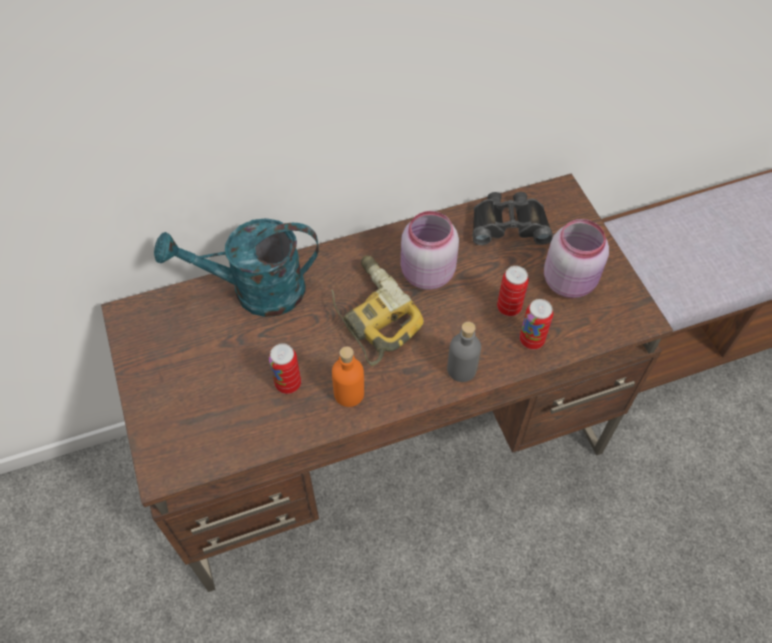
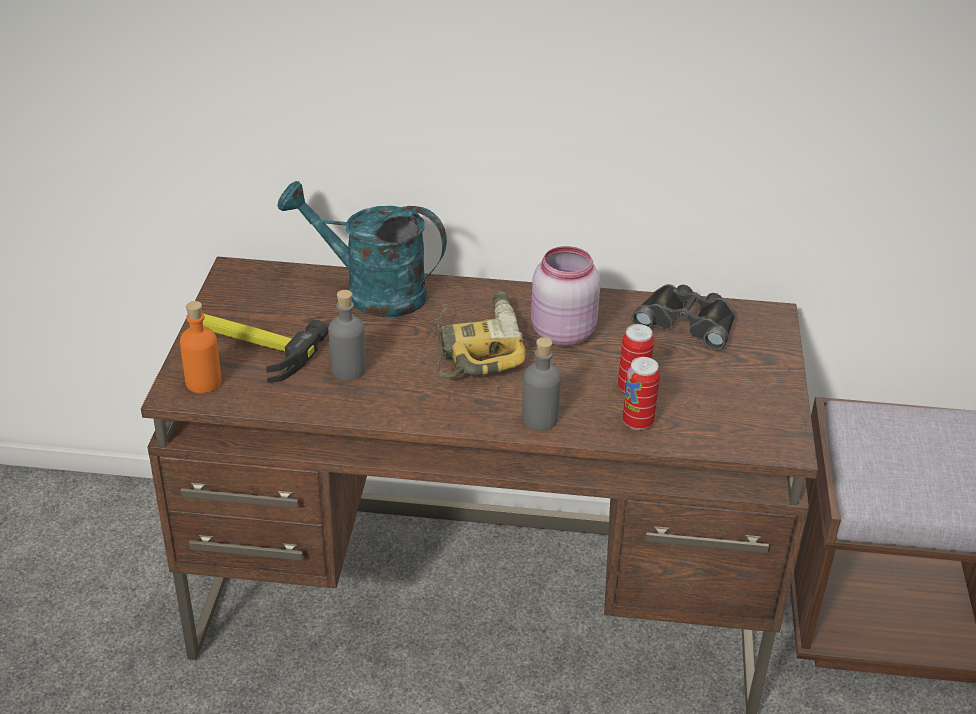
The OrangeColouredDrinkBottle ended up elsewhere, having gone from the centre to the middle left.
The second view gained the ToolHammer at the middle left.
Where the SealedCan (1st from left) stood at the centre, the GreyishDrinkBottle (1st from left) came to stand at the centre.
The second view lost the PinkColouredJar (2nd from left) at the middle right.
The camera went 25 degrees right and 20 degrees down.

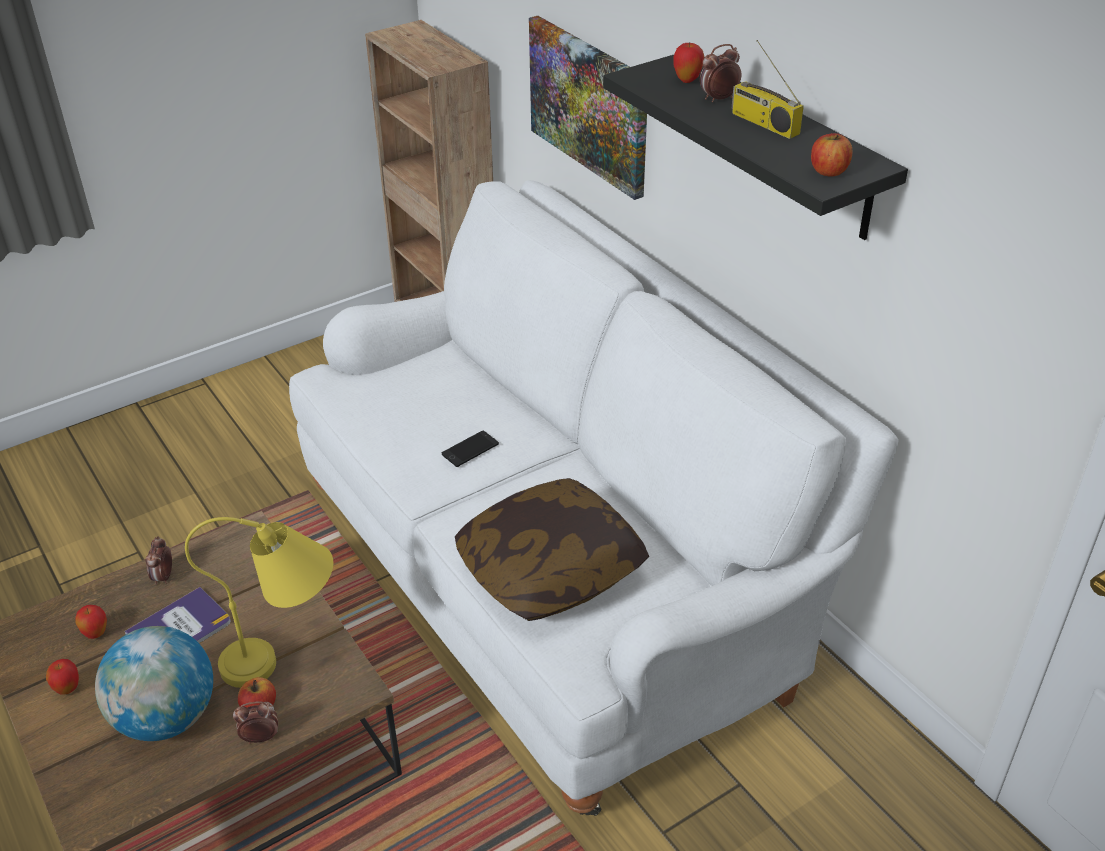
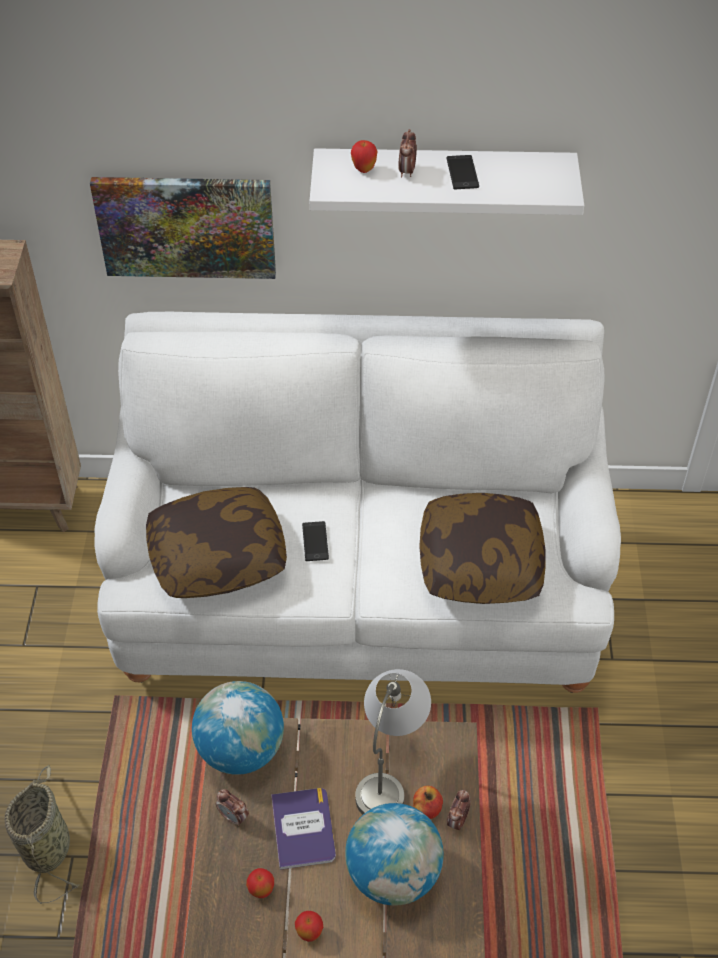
The second view gained the HouseholdBasket at the bottom left.
The second view gained the ThrowPillow (1st from left) at the middle left.
The second view gained the Globe (1st from left) at the bottom left.
What was the BlackWallShelf at the top right turned into the WhiteWallShelf at the top centre.
What was the YellowTableLamp at the bottom left turned into the GreyishTableLamp at the bottom centre.
Where the RadioSet stood at the top right, the Phone (2nd from left) came to stand at the top centre.
The second view lost the AppleFruit (5th from left) at the top right.
The camera went 55 degrees left and 10 degrees up.

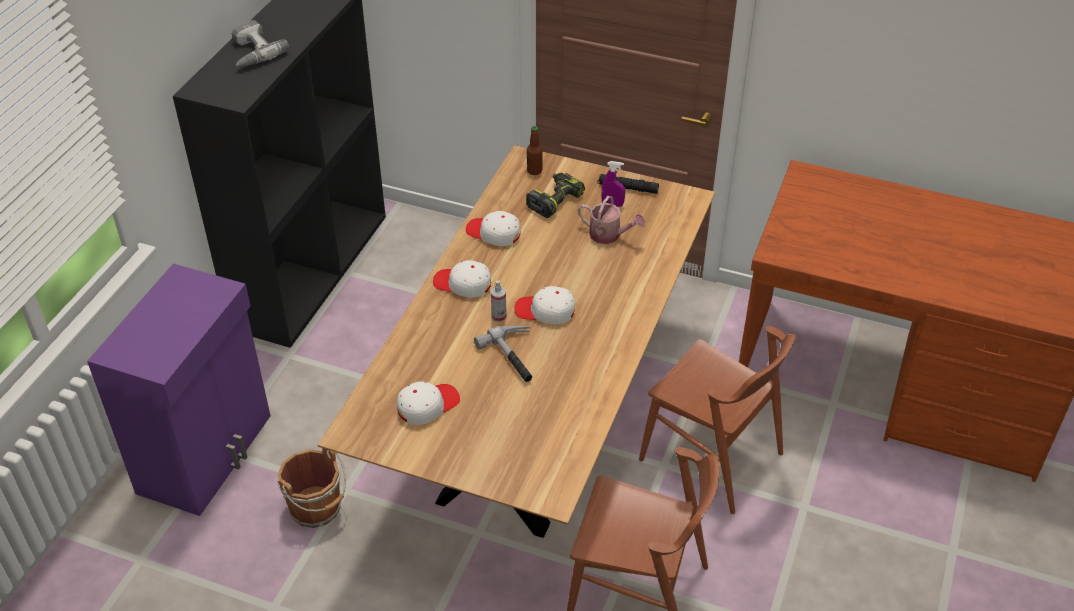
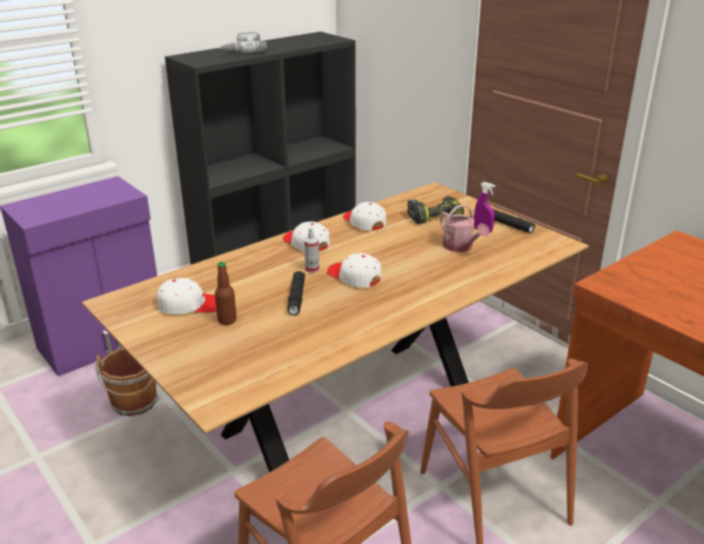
The DrinkBottle ended up elsewhere, having gone from the top centre to the middle left.
Where the ToolHammer stood at the centre, the BlackTorch (1st from left) came to stand at the centre.
The camera went 30 degrees right and 15 degrees down.

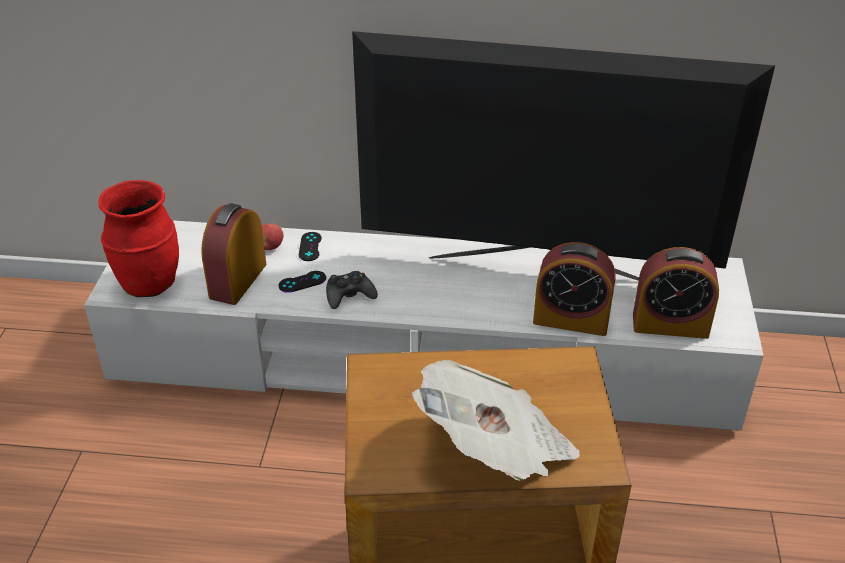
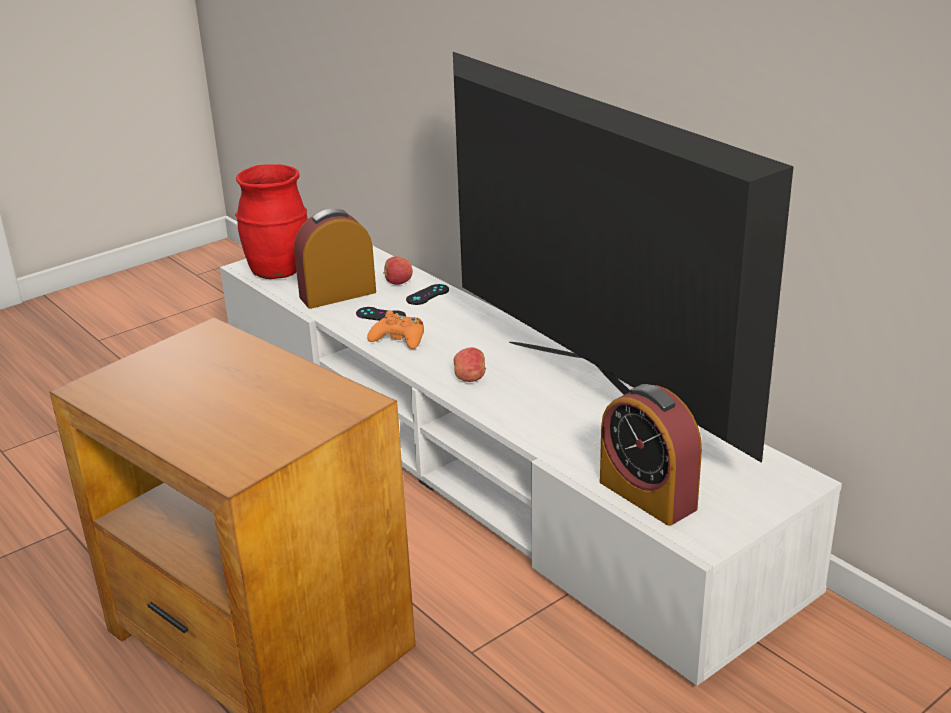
What was the BlackJoypad (3rd from left) at the centre turned into the OrangeColouredJoypad at the centre.
The second view gained the AppleFruit (2nd from left) at the centre.
The second view lost the PrintedPaper at the bottom centre.
The second view lost the AlarmClock (2nd from left) at the middle right.
The camera went 45 degrees right and 10 degrees down.

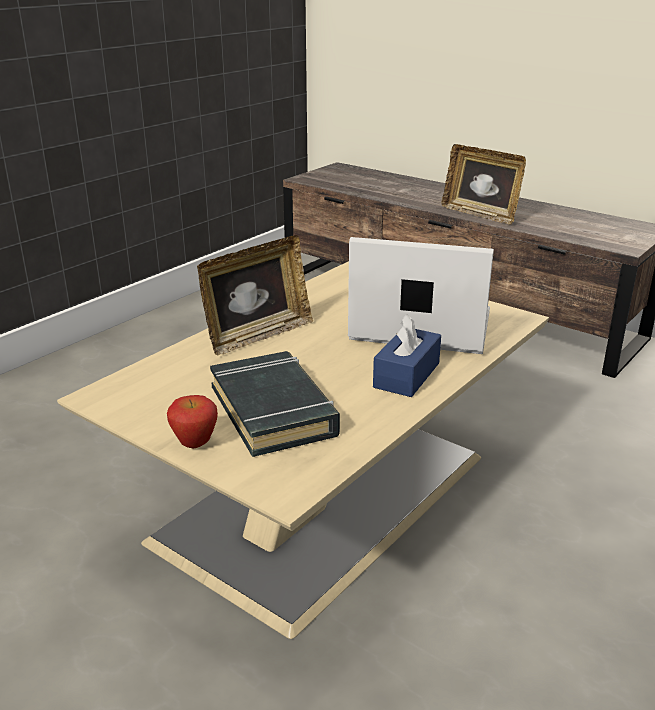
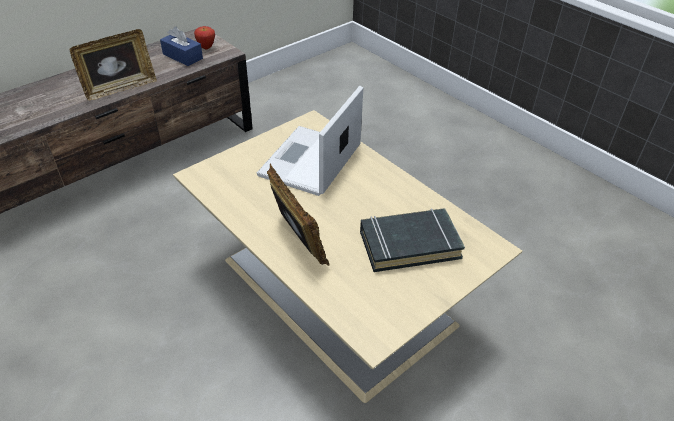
The BlueColouredTissueBox ended up elsewhere, having gone from the centre to the top left.
The AppleFruit ended up elsewhere, having gone from the middle left to the top left.
The camera went 80 degrees left and 15 degrees up.

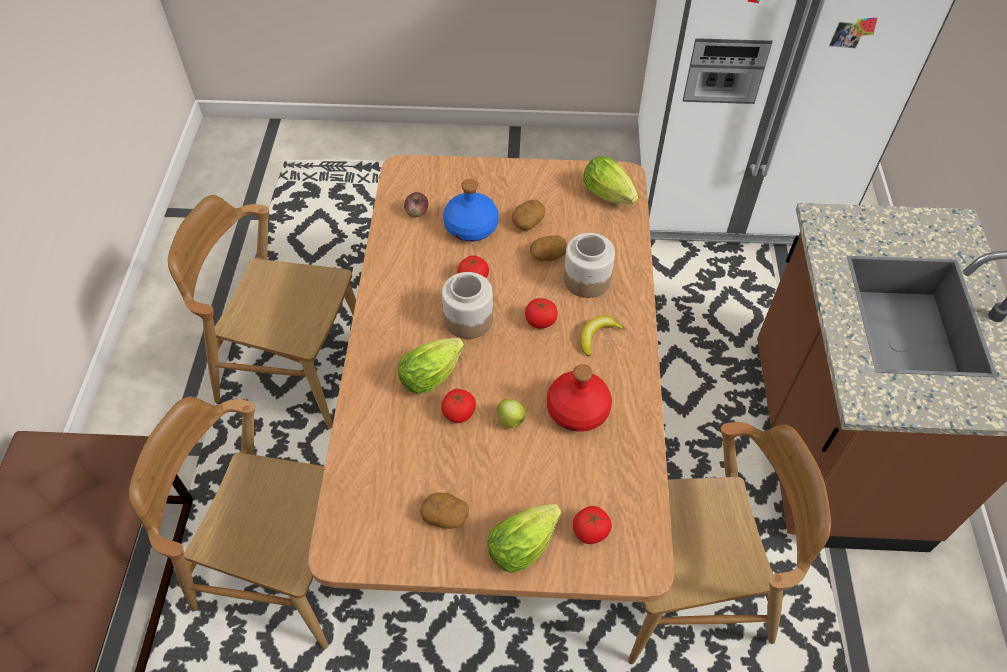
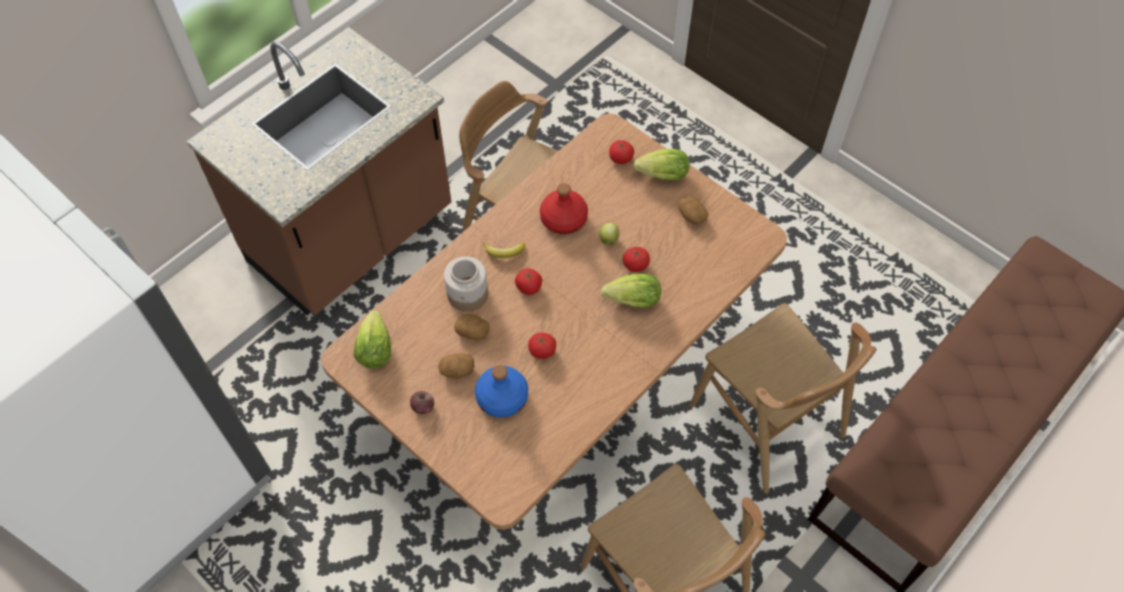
The AppleFruit (1st from left) ended up elsewhere, having gone from the top centre to the bottom centre.
The second view lost the Jar (1st from left) at the centre.
The camera went 140 degrees left and 5 degrees up.

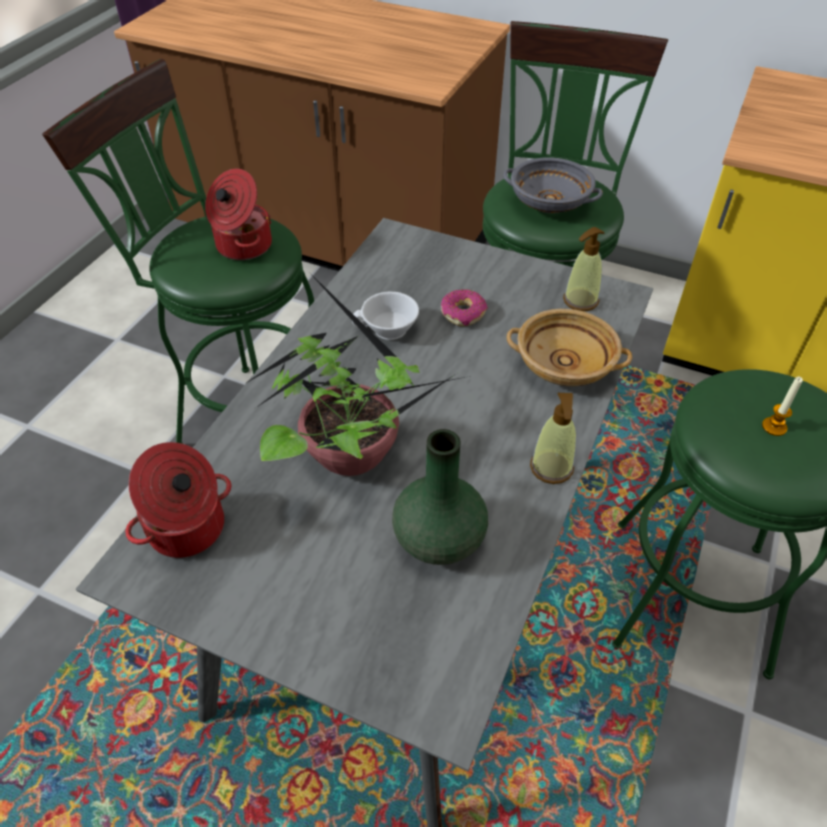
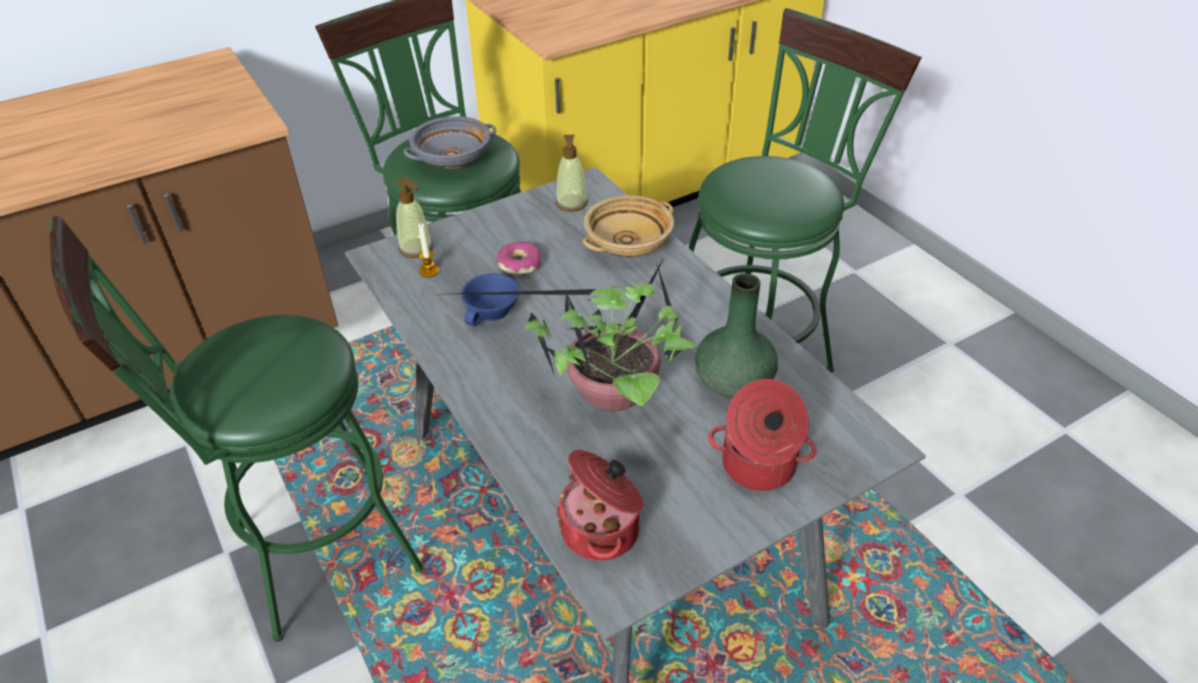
The SoapBottle (1st from left) ended up elsewhere, having gone from the middle right to the top centre.
The Candle ended up elsewhere, having gone from the middle right to the centre.
What was the WhiteDrinkingCup at the centre turned into the BlueColouredDrinkingCup at the centre.
The Stockpot (2nd from left) ended up elsewhere, having gone from the top left to the centre.
The camera went 55 degrees left and 5 degrees down.

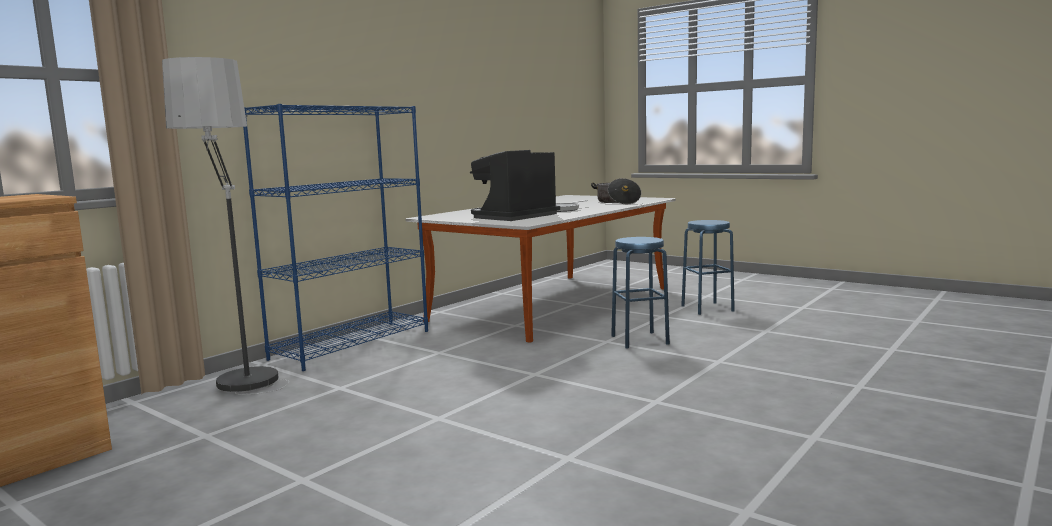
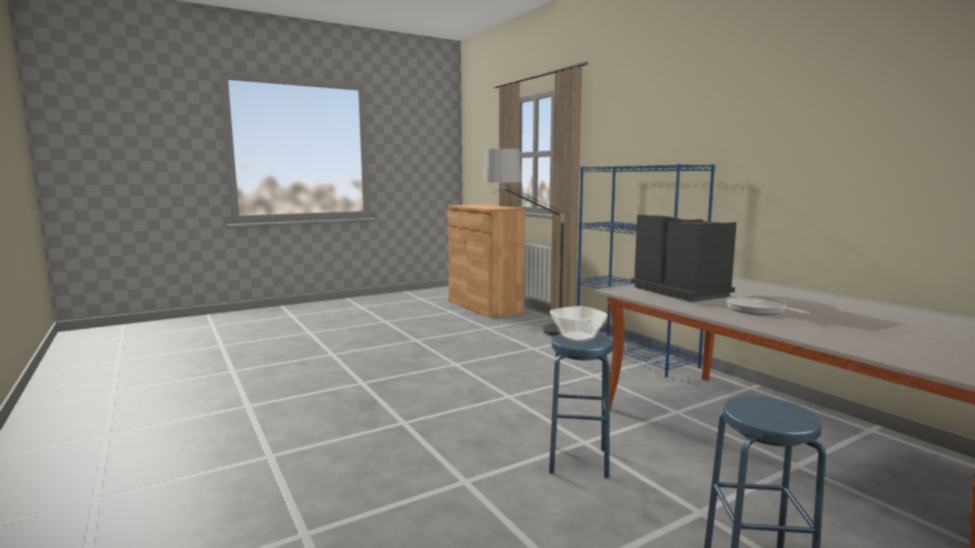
The second view gained the ServingBowl at the centre.
The second view lost the Stockpot at the centre.
The camera went 110 degrees right and 0 degrees up.

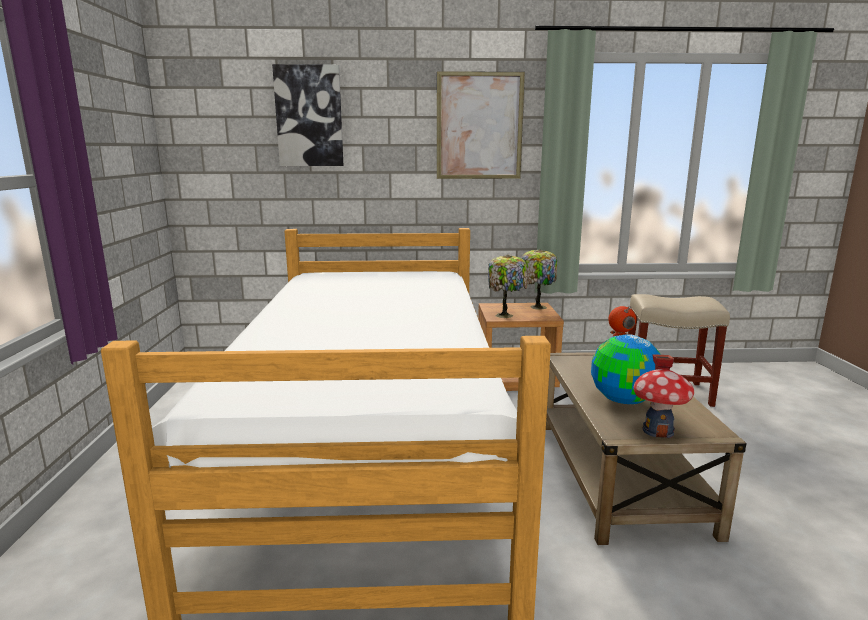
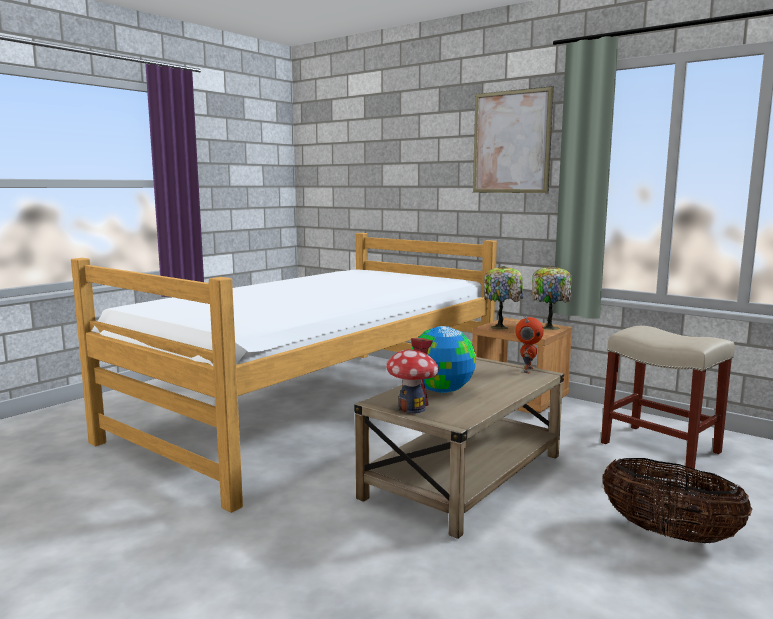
The second view gained the HouseholdBasket at the bottom right.
The second view lost the WallPicture (1st from left) at the top centre.
The camera went 40 degrees right and 5 degrees down.

